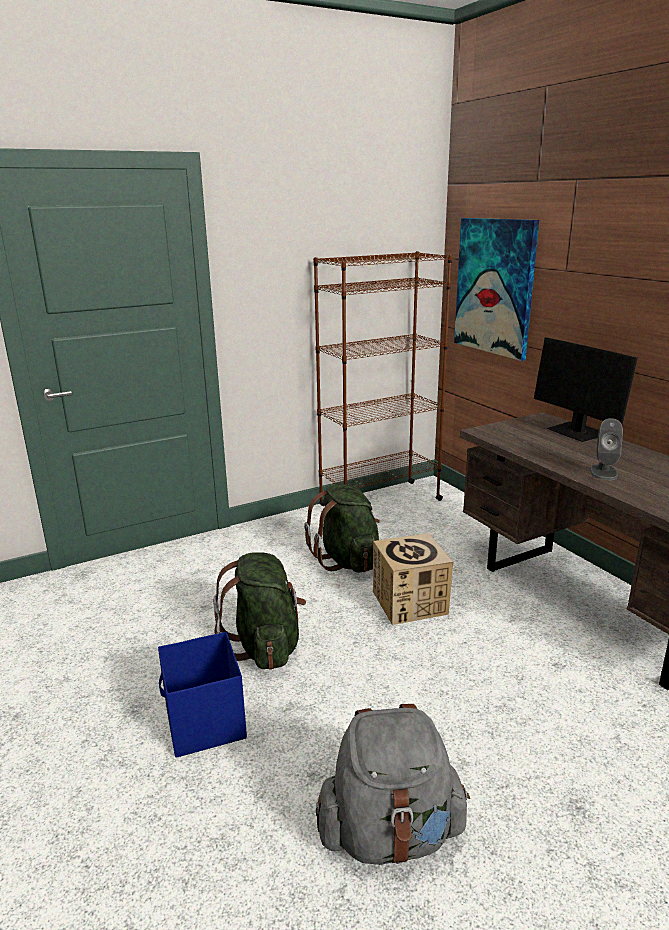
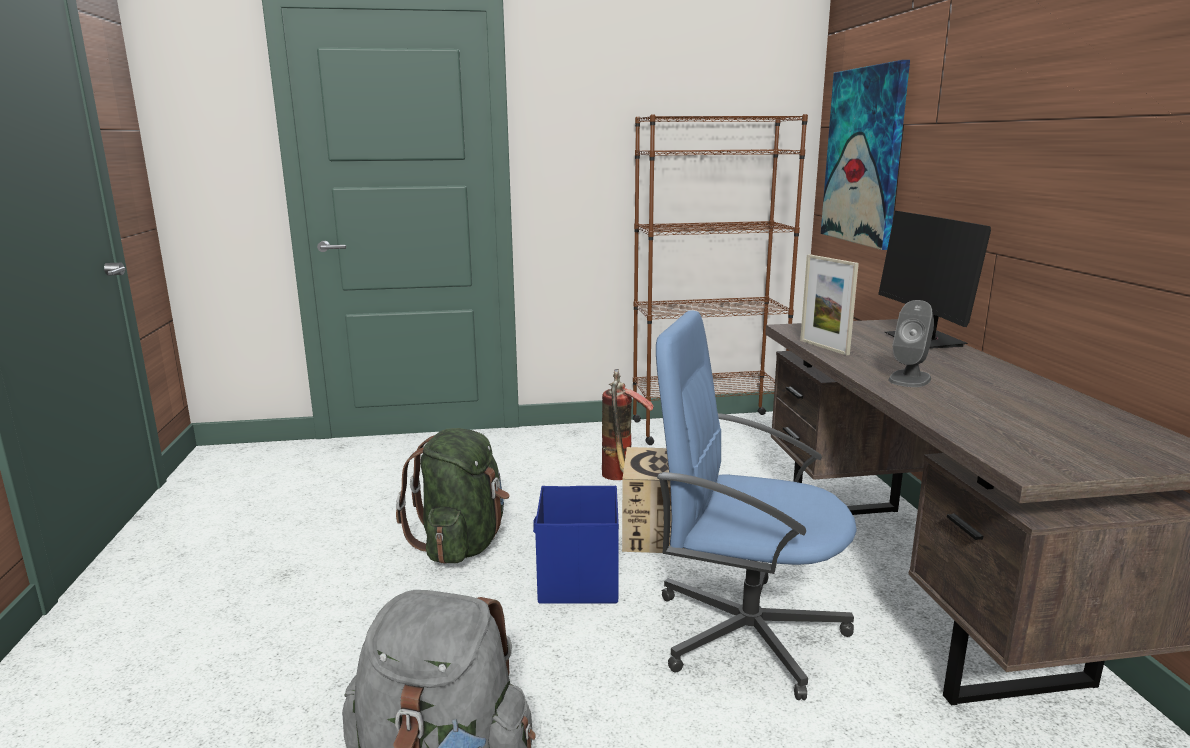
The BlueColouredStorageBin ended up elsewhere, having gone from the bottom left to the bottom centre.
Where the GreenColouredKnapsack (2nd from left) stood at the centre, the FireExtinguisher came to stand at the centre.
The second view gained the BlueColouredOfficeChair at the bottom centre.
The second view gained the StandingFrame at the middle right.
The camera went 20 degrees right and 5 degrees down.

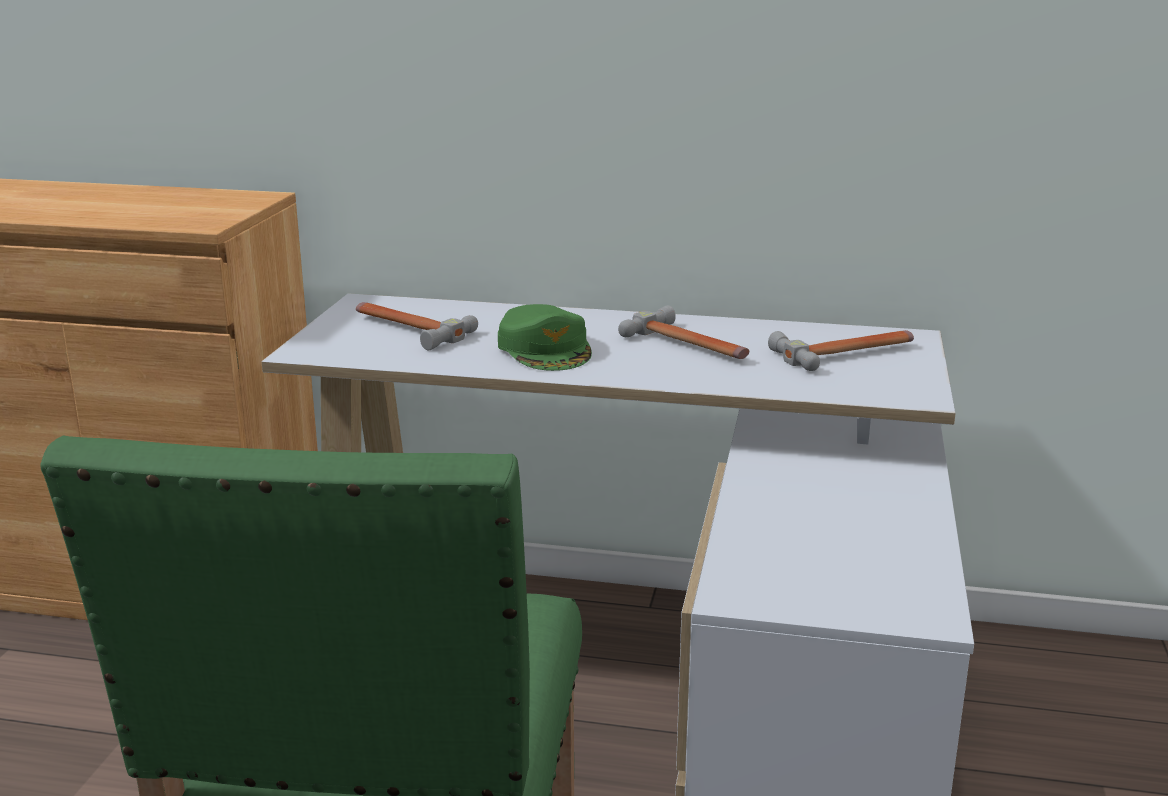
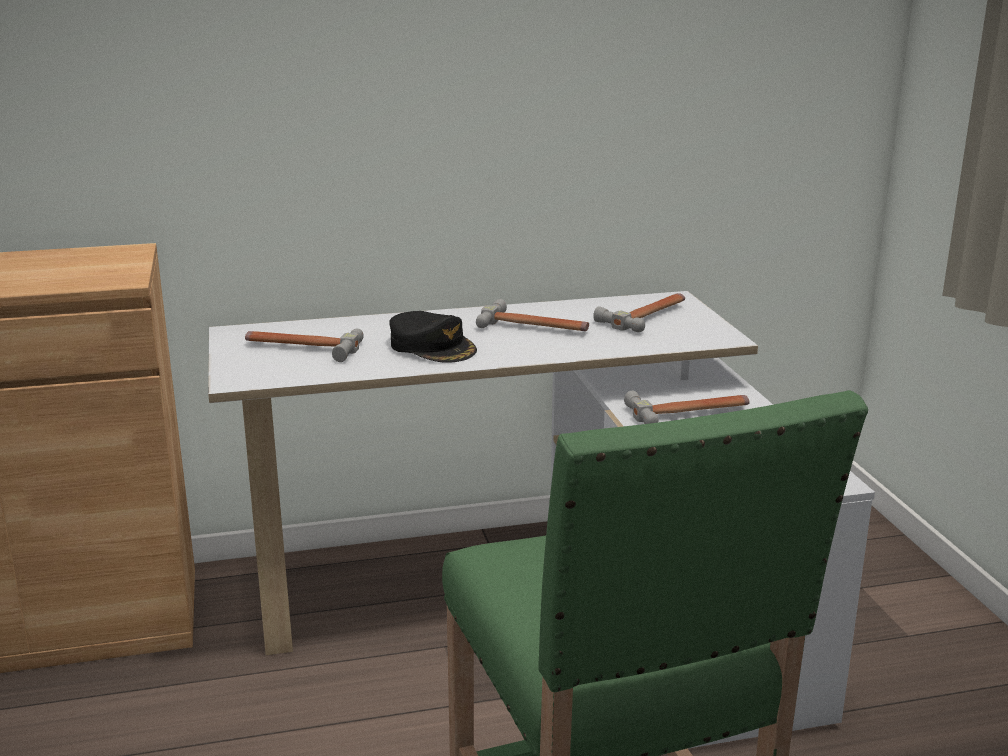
What was the GreenColouredBaseballCap at the centre turned into the BlackBaseballCap at the centre.
The second view gained the ToolHammer (4th from left) at the middle right.
The camera went 25 degrees left and 0 degrees up.

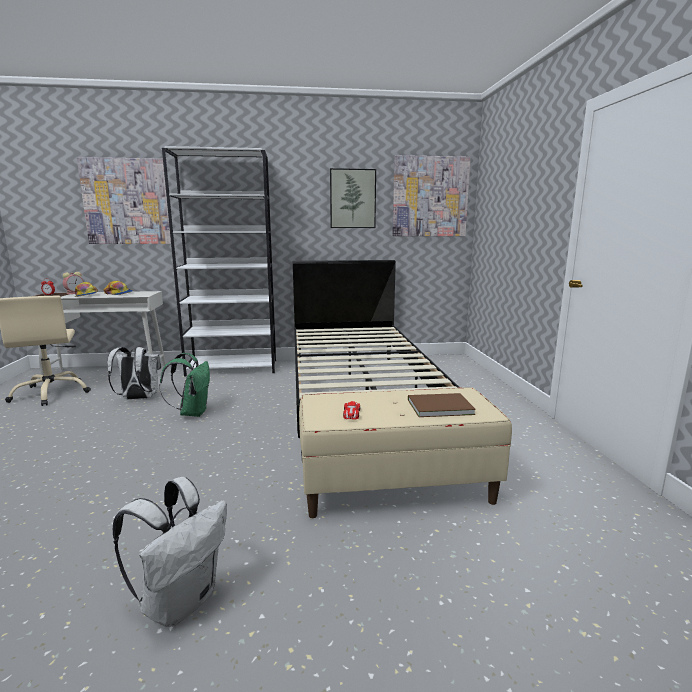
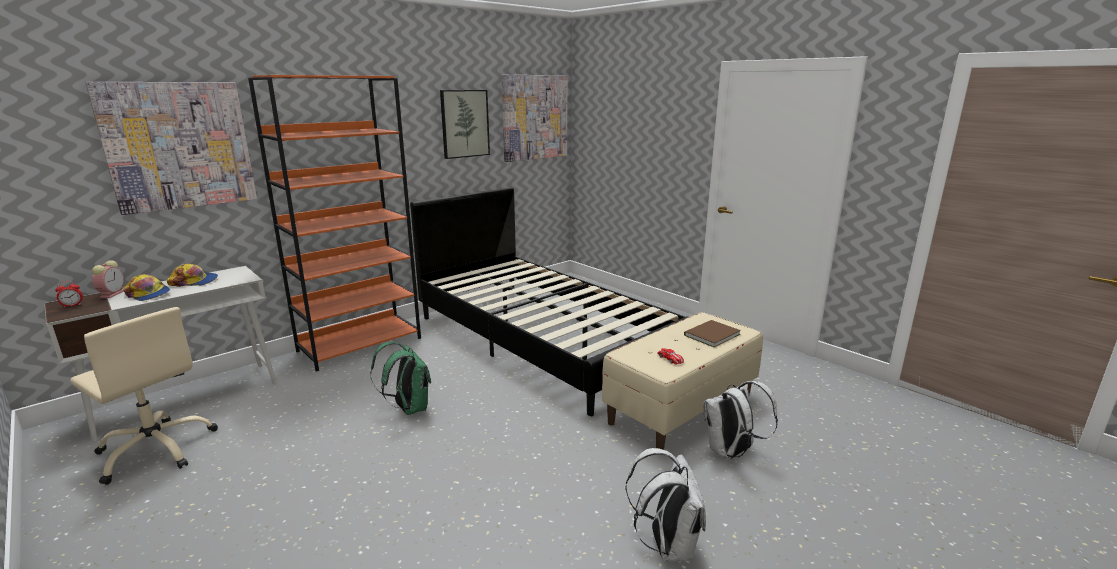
What was the WhiteBookshelf at the middle left turned into the OrangeColouredBookshelf at the middle left.
The WhiteKnapsack (1st from left in the first image) ended up elsewhere, having gone from the middle left to the bottom centre.
The camera went 35 degrees left and 5 degrees up.

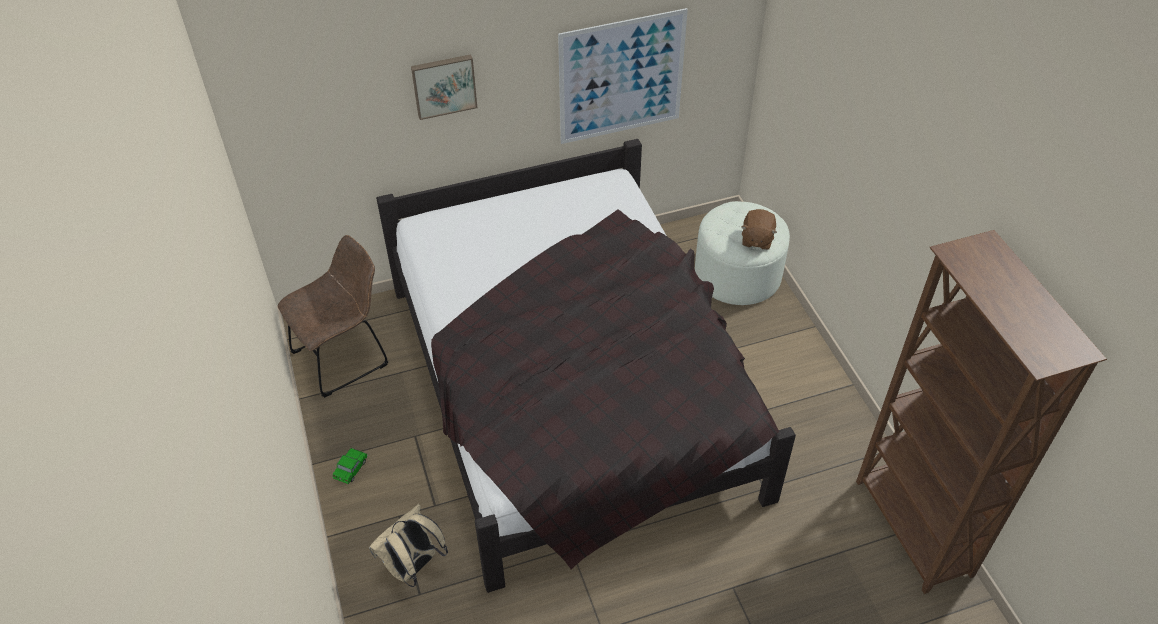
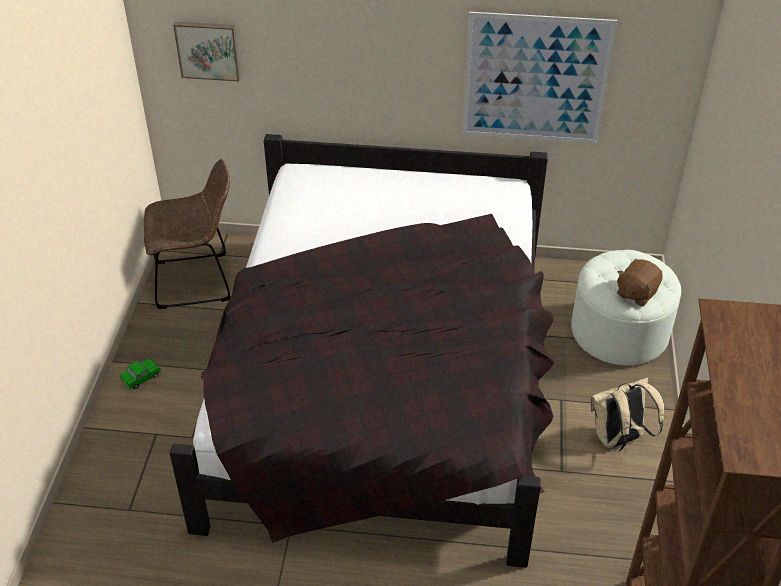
The WallPicture (1st from left) ended up elsewhere, having gone from the top centre to the top left.
The BeigeColouredKnapsack ended up elsewhere, having gone from the bottom centre to the bottom right.
The camera went 25 degrees right and 5 degrees down.

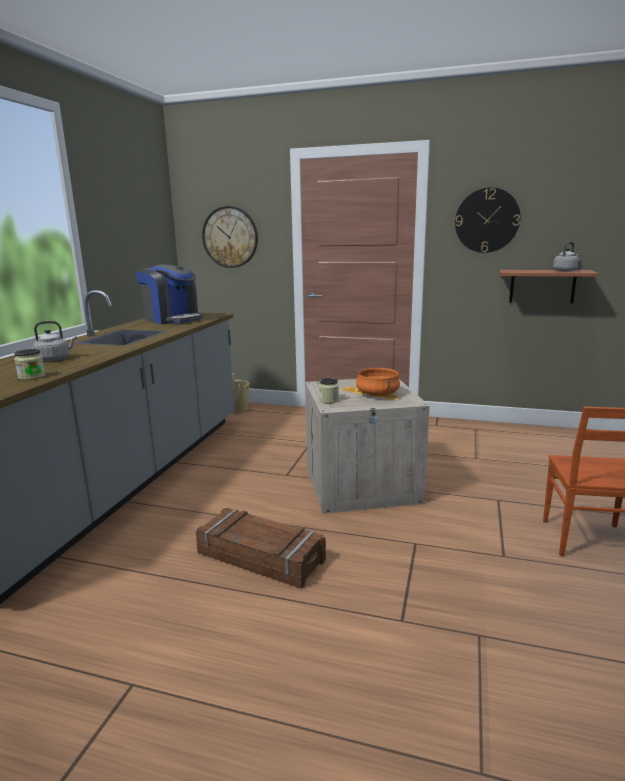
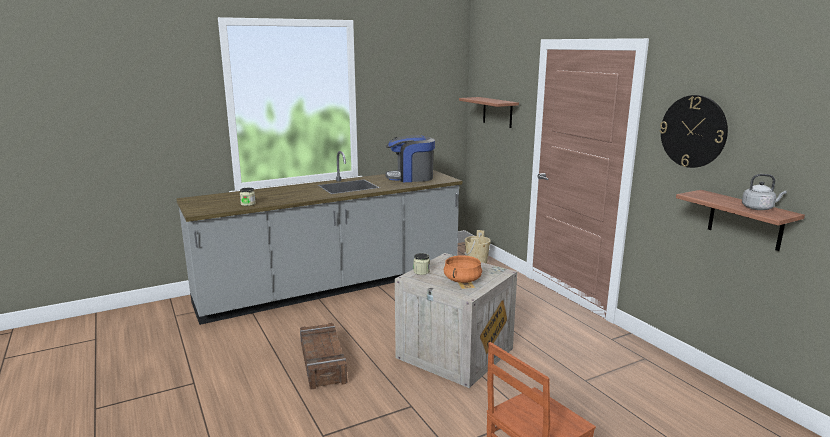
The CoffeeMaker at the middle left ended up facing another way, 90 degrees clockwise from before.
Where the ClockOnTheWall (1st from left) hung at the top centre, the WallShelf (1st from left) came to hang at the top centre.
The second view lost the GreyishWaterKettle (1st from left) at the middle left.
The camera went 45 degrees right and 0 degrees up.

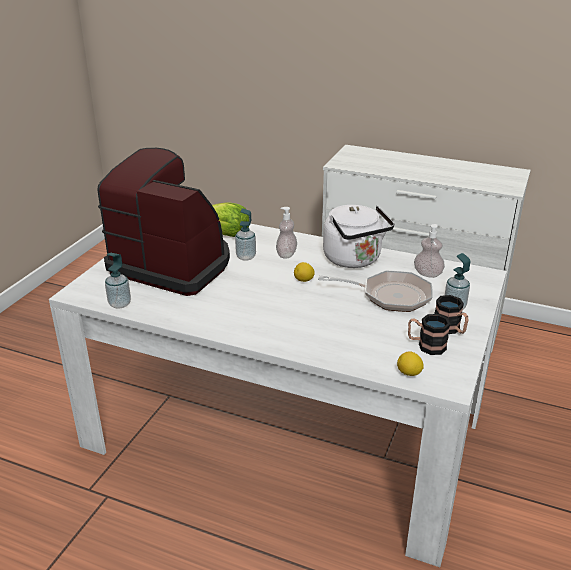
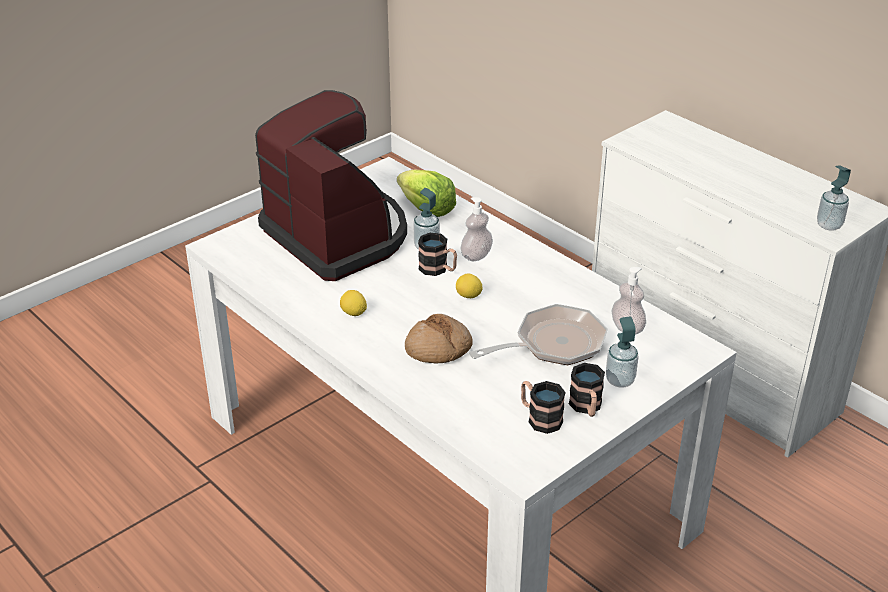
The Lemon (2nd from left in the first image) ended up elsewhere, having gone from the middle right to the centre.
The second view gained the BakeryBread at the centre.
The second view gained the TeaMug (1st from left) at the centre.
The Pan at the centre ended up facing another way, 60 degrees counterclockwise from before.
The SoapBottle (1st from left in the first image) ended up elsewhere, having gone from the middle left to the middle right.
The second view lost the WhiteWaterKettle at the centre.
The camera went 25 degrees right and 5 degrees up.

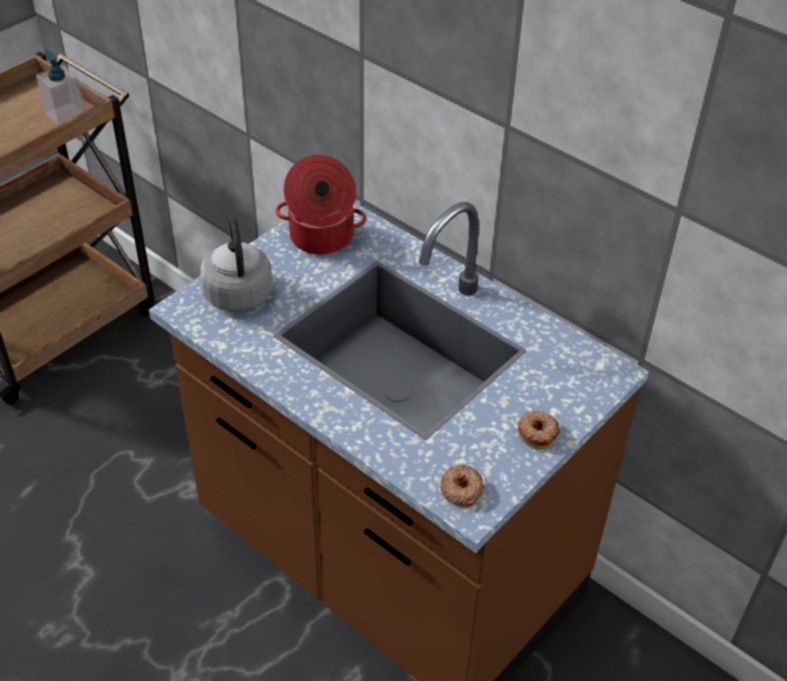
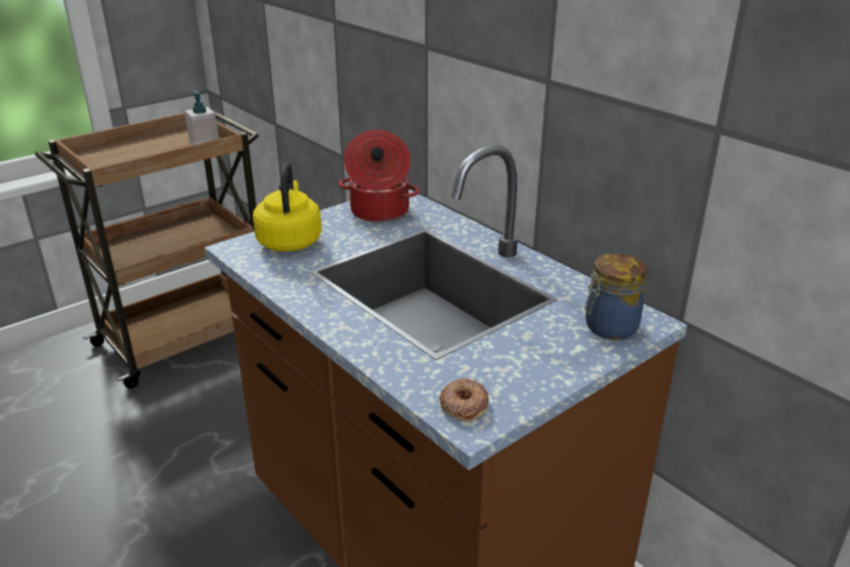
What was the GreyishWaterKettle at the middle left turned into the YellowWaterKettle at the centre.
The second view gained the Jar at the middle right.
The second view lost the RingDoughnut (2nd from left) at the middle right.
The camera went 10 degrees right and 15 degrees down.

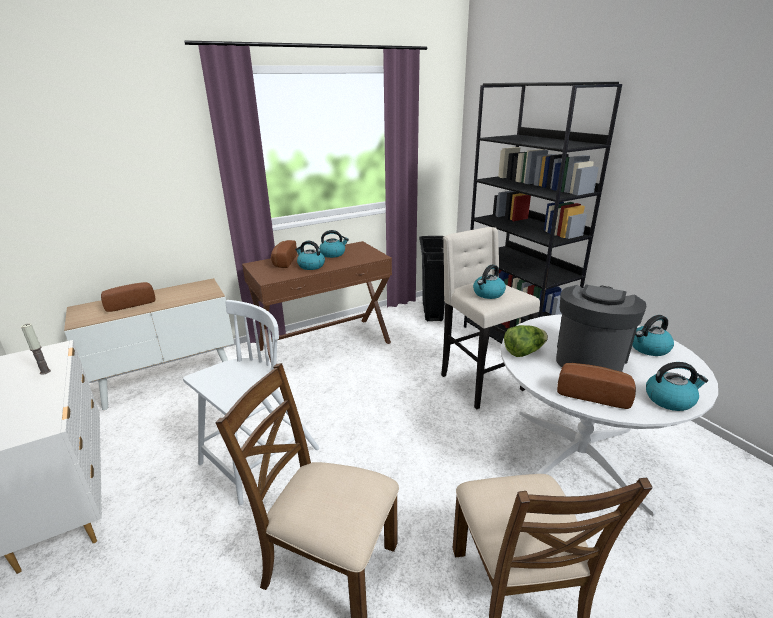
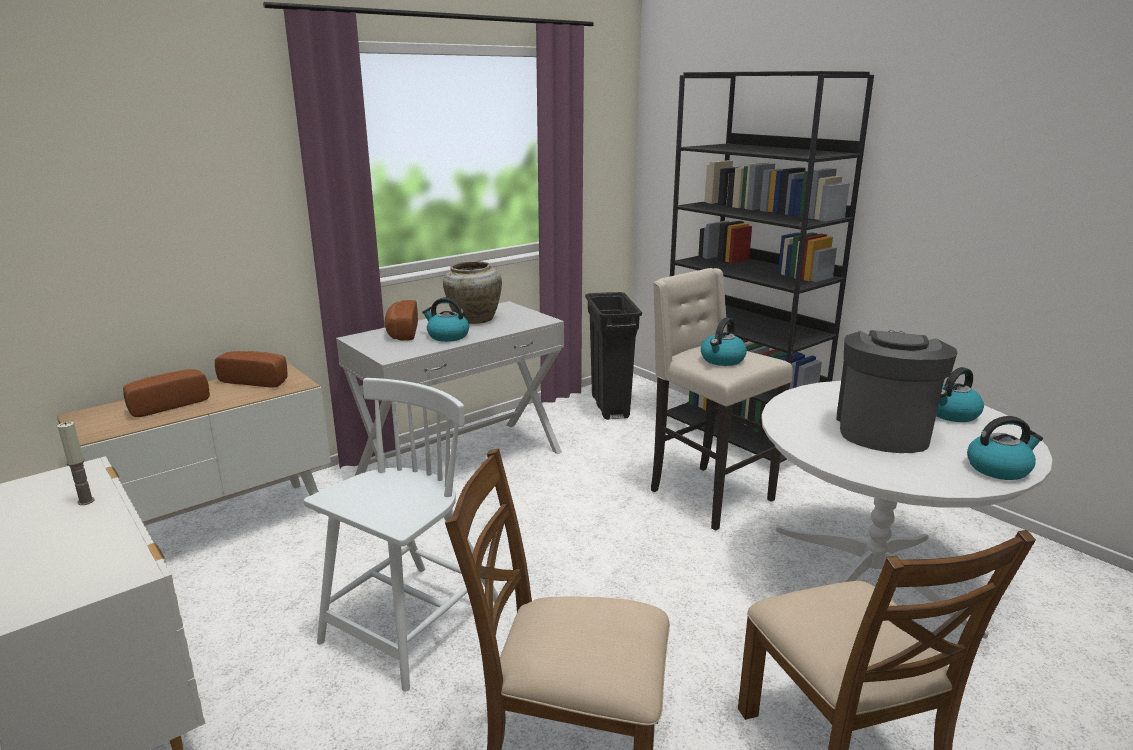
The BakeryBread (3rd from left in the first image) ended up elsewhere, having gone from the middle right to the middle left.
What was the BrownishHallTable at the centre turned into the WhiteHallTable at the centre.
Where the WaterKettle (2nd from left) stood at the centre, the BeigeColouredFlowerVase came to stand at the centre.
The second view lost the HeadOfLettuce at the middle right.
The camera went 10 degrees left and 5 degrees down.

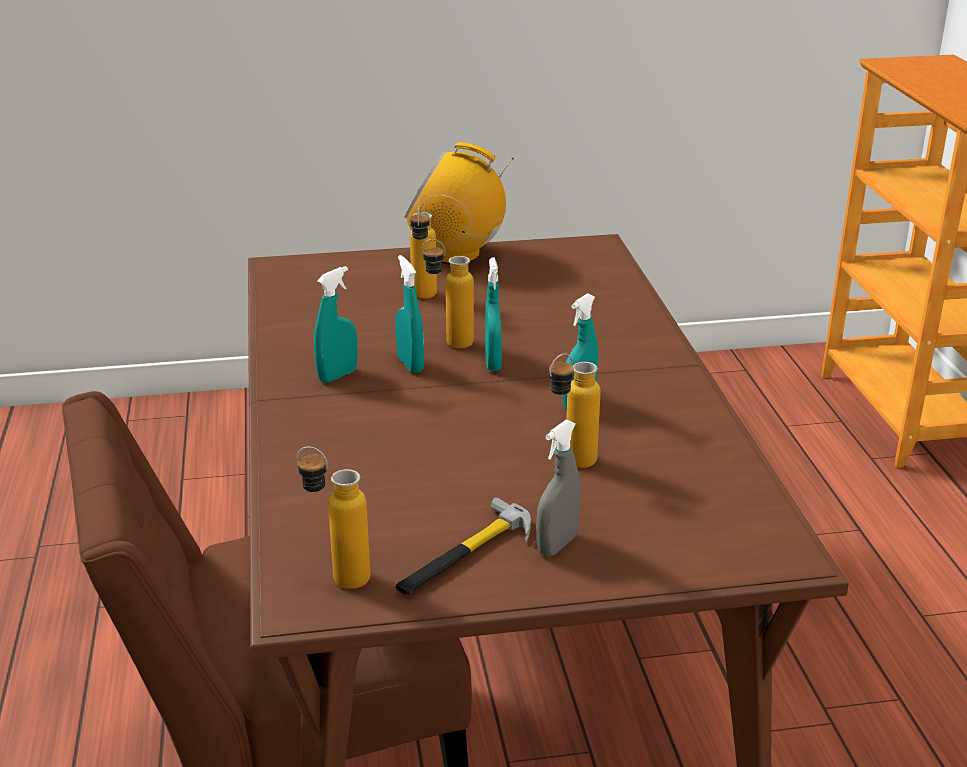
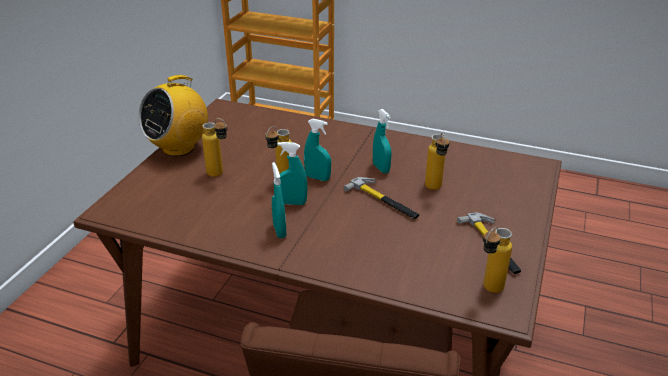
The second view gained the ToolHammer (1st from left) at the centre.
The second view lost the GreyishHandSprayer at the centre.
The camera went 60 degrees left and 5 degrees up.

